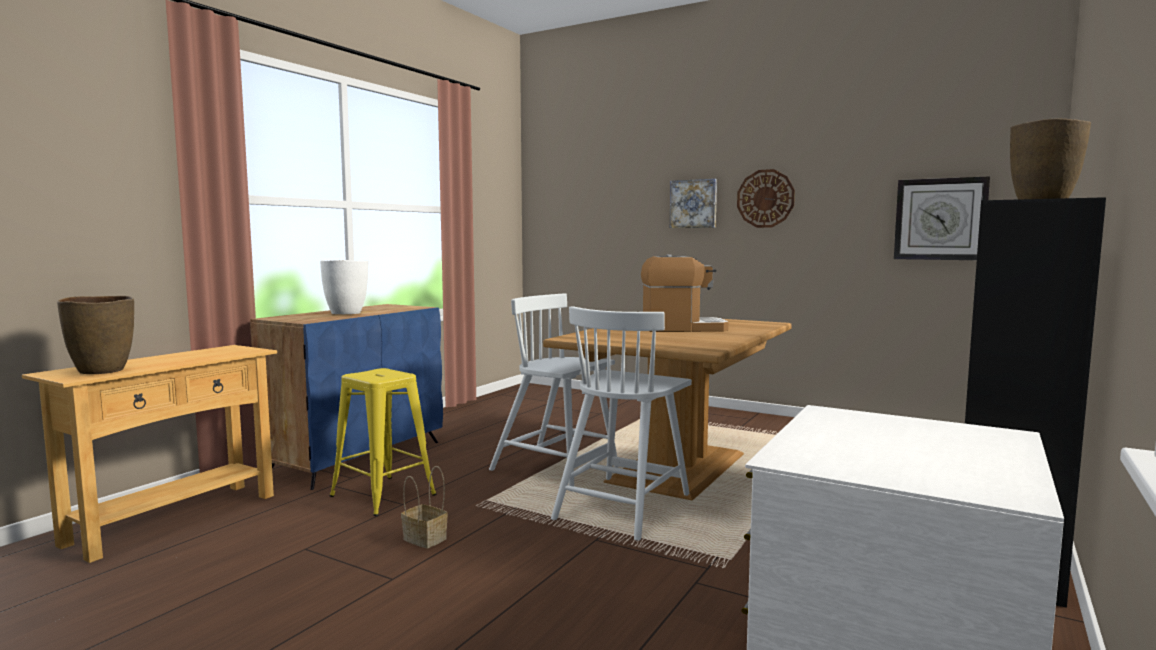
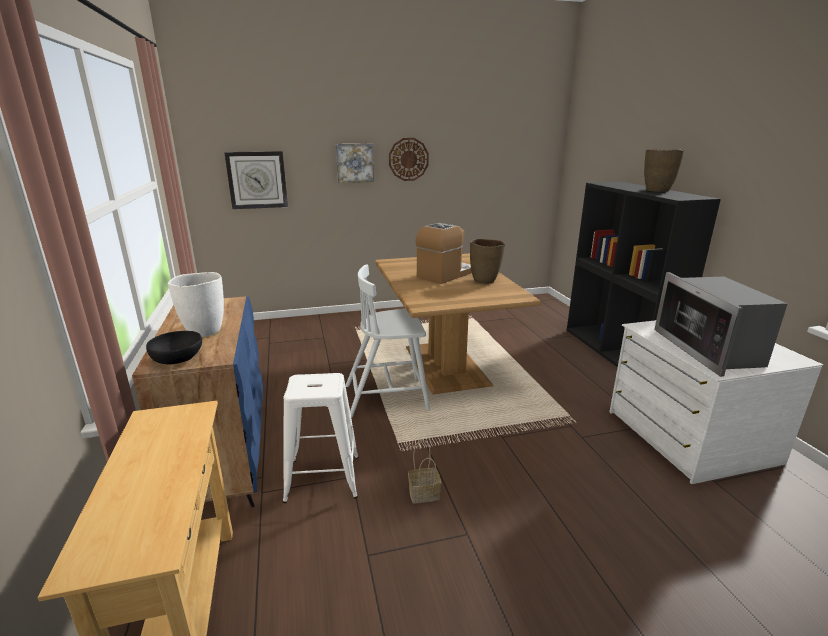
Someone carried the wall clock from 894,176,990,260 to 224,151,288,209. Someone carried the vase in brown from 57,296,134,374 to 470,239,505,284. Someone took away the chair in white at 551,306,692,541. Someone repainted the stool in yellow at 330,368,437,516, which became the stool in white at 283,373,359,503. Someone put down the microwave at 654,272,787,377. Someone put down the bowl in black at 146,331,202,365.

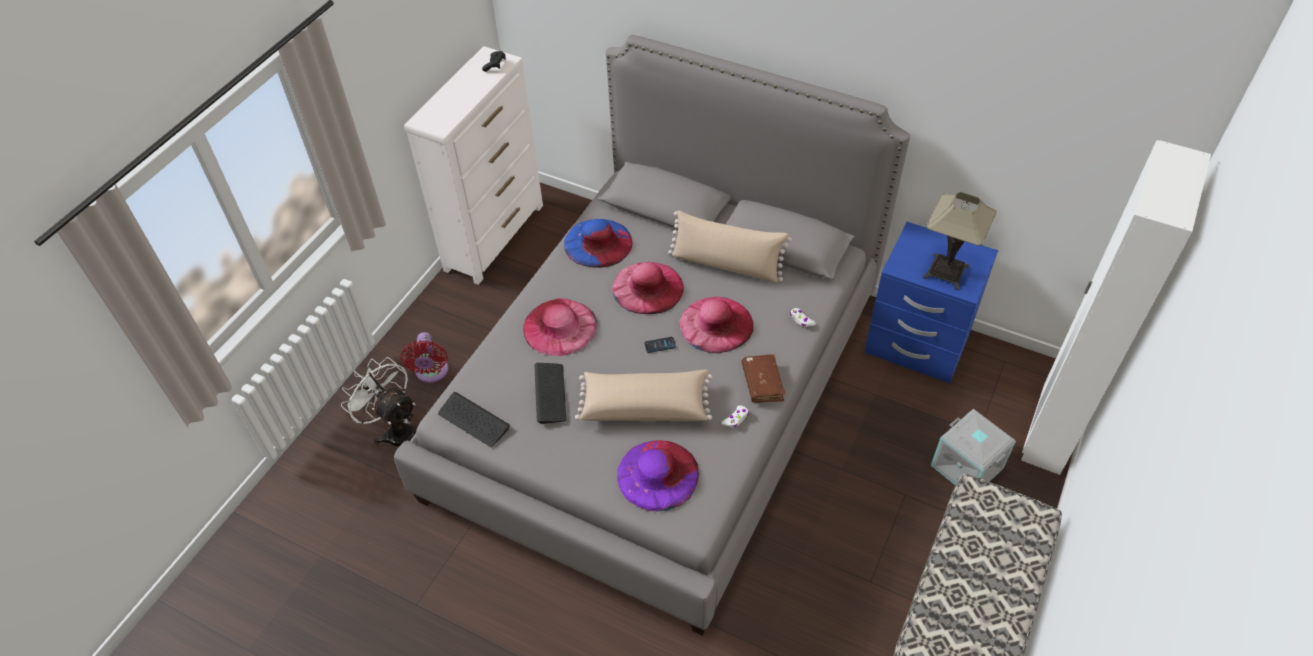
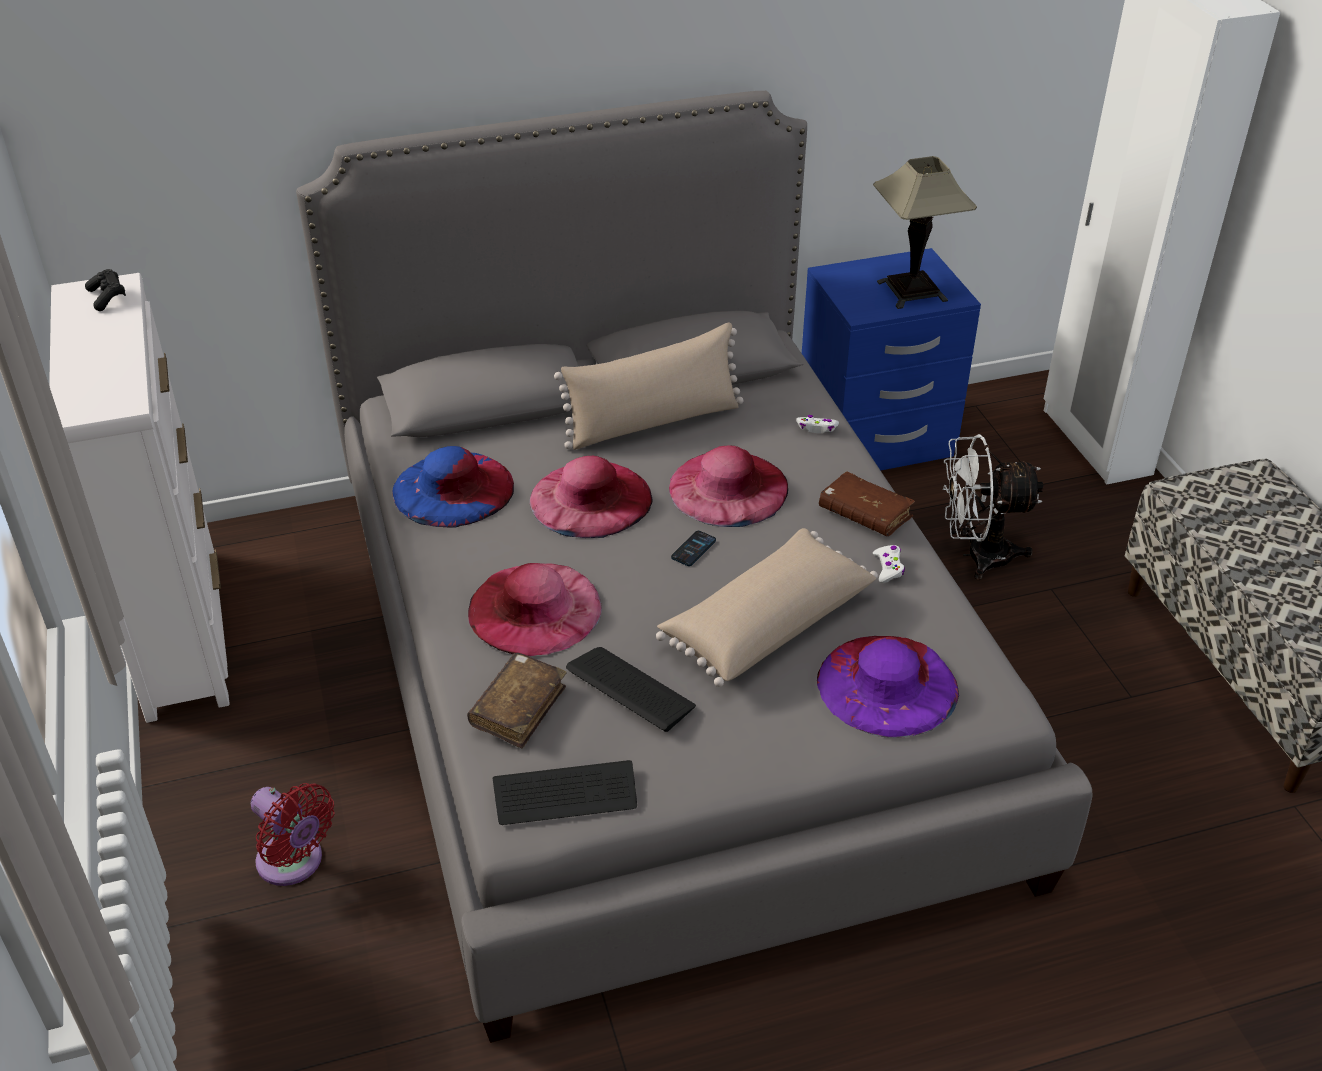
Someone carried the fan in white from 341,357,415,447 to 942,434,1044,580. Someone took away the storage box in grey at 931,409,1016,486. Someone put down the book in brown at 467,653,567,749.

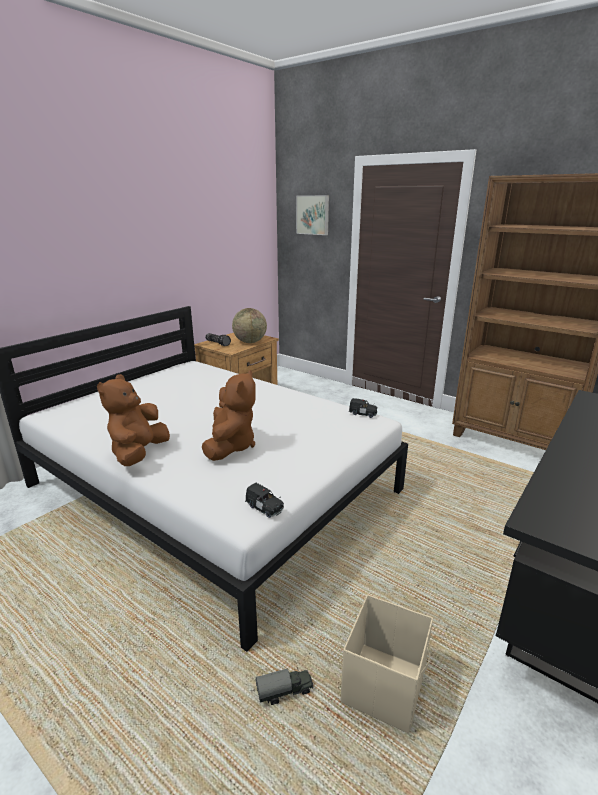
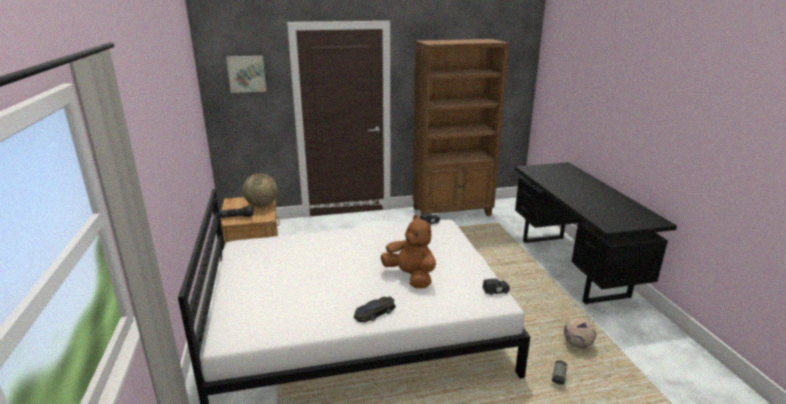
Someone swapped the plush toy in brown at 97,374,170,466 for the toy car in black at 354,297,396,322. Someone swapped the storage box in beige at 341,594,433,734 for the football at 564,317,596,348.

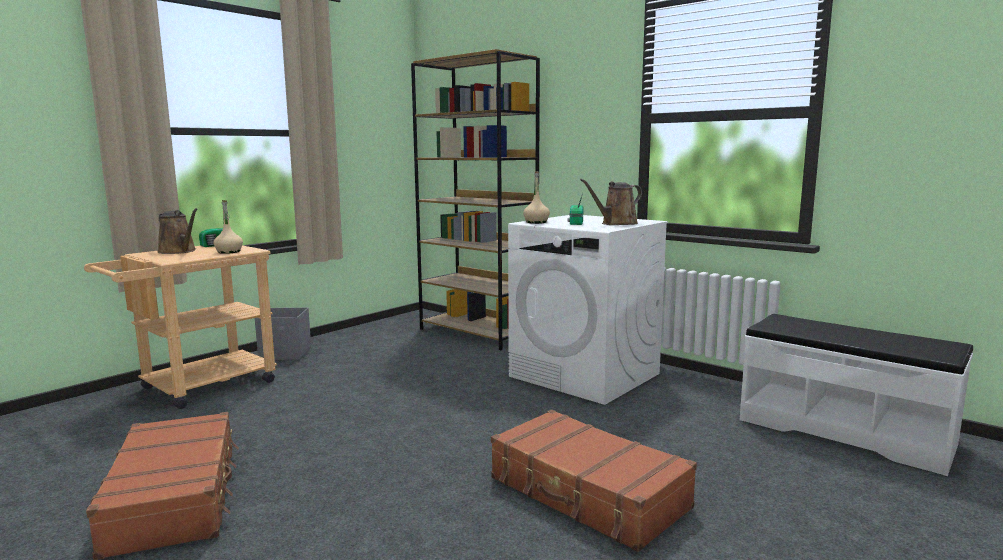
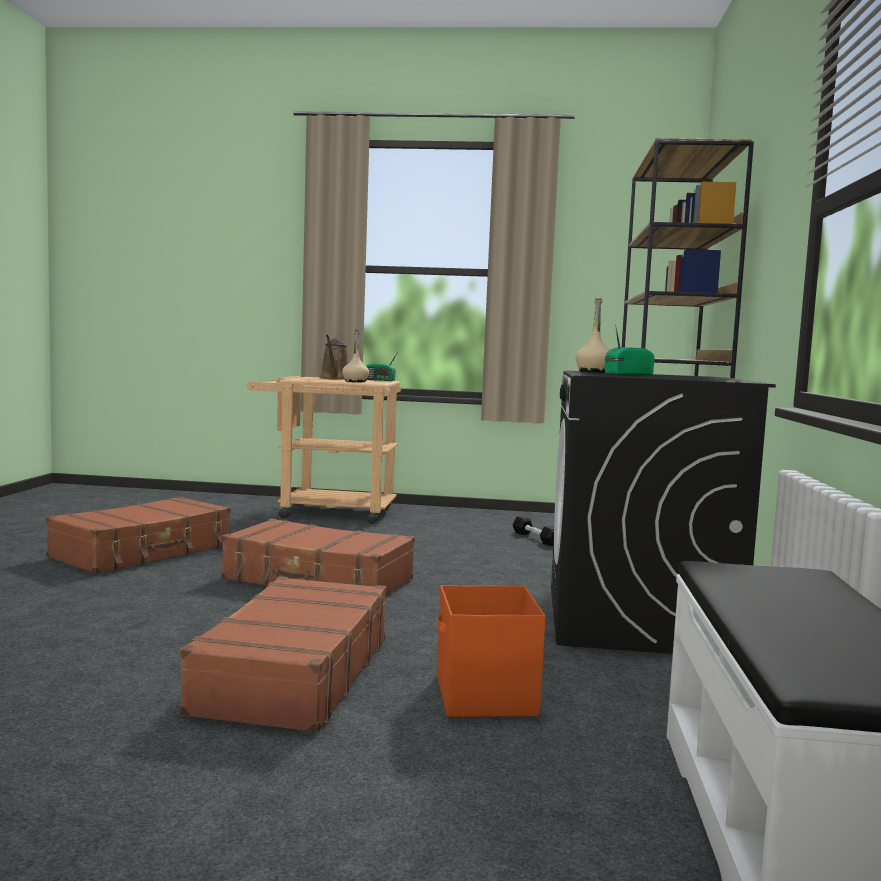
Someone took away the watering can in brown at 580,179,642,225. Someone repainted the washing machine in white at 508,215,668,405, which became the washing machine in black at 551,371,776,654. Someone took away the storage box in grey at 255,307,311,360. Someone put down the dumbbell in black at 512,516,554,546. Someone put down the suitcase in brown at 222,519,415,596. Someone put down the storage box in orange at 437,585,546,717.

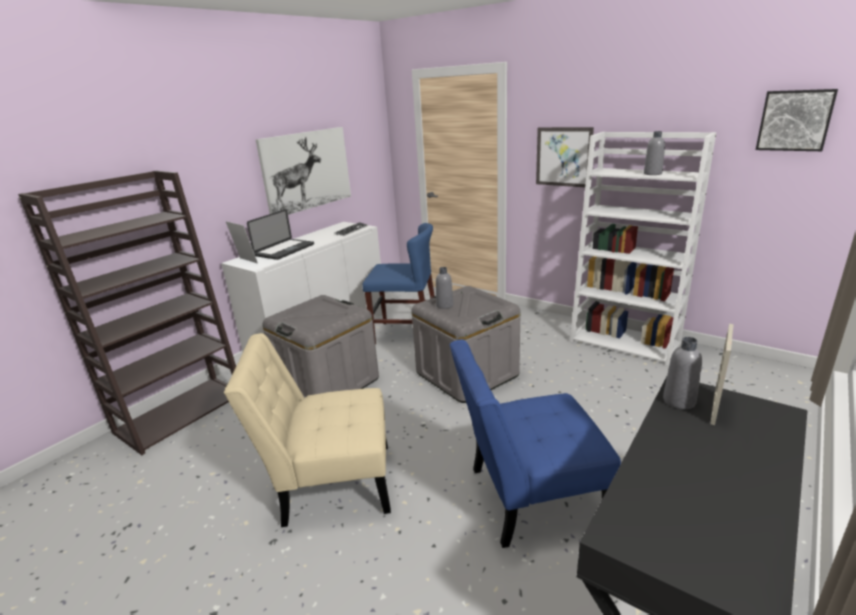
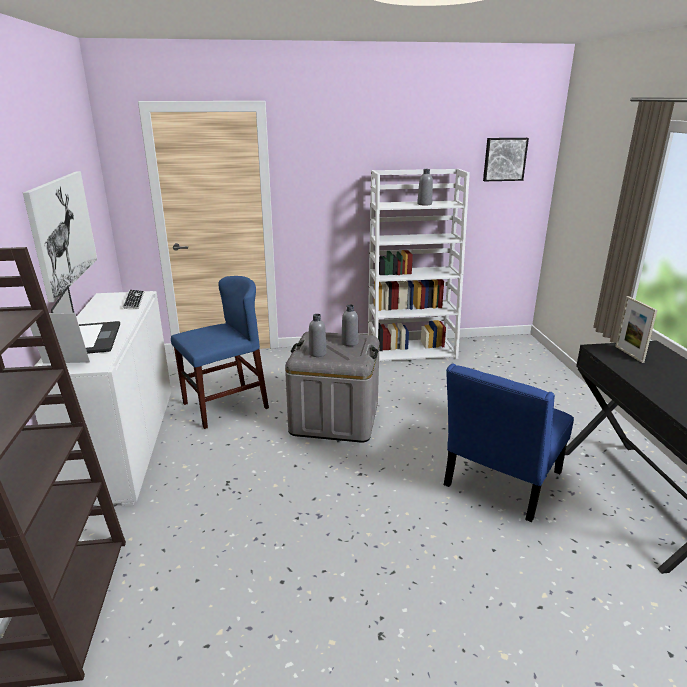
Someone took away the picture at 536,127,594,187. Someone took away the storage box in grey at 262,295,379,398. Someone took away the chair in beige at 224,333,391,527. Someone carried the bottle in grey from 663,337,702,409 to 341,304,359,346.

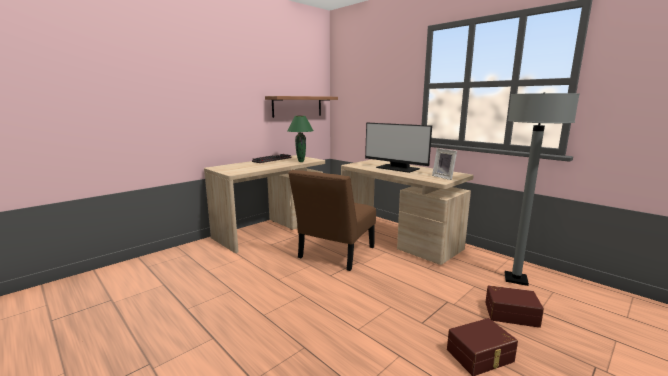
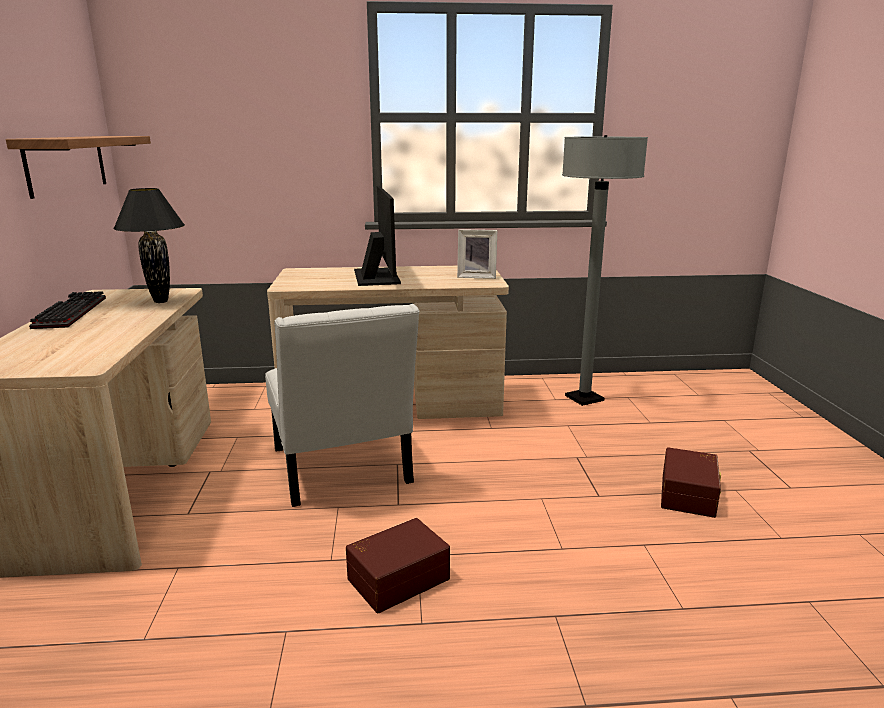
Someone repainted the table lamp in green at 288,116,314,162, which became the table lamp in black at 113,188,185,303. Someone rotated the monitor at 365,123,432,173 by 90 degrees counterclockwise. Someone repainted the chair in brown at 289,170,376,271, which became the chair in white at 265,304,420,507. Someone carried the storage box in brown from 485,285,544,328 to 346,518,450,613.

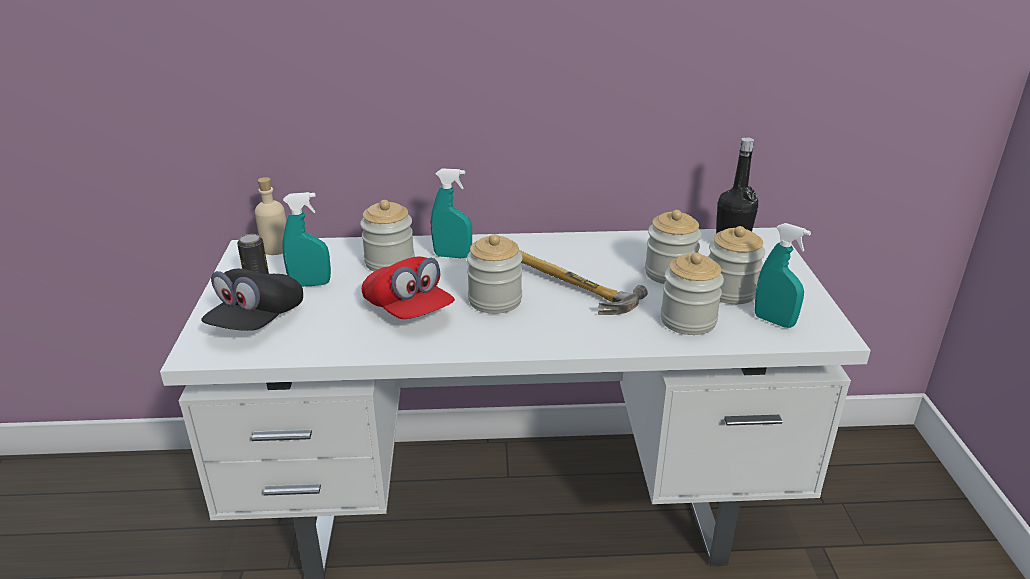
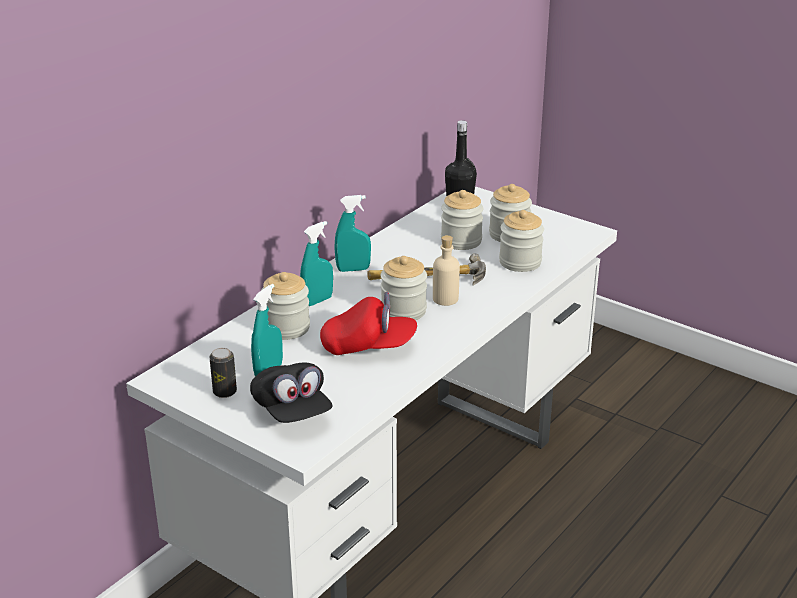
Someone carried the bottle in beige from 255,177,286,255 to 433,235,460,306. Someone carried the spray bottle in turquoise from 754,223,811,328 to 334,195,371,272.

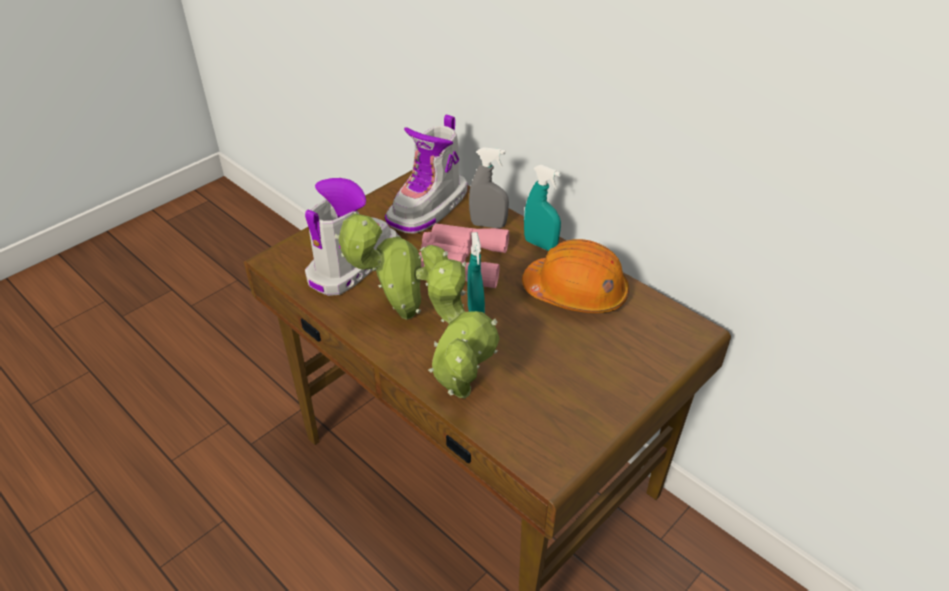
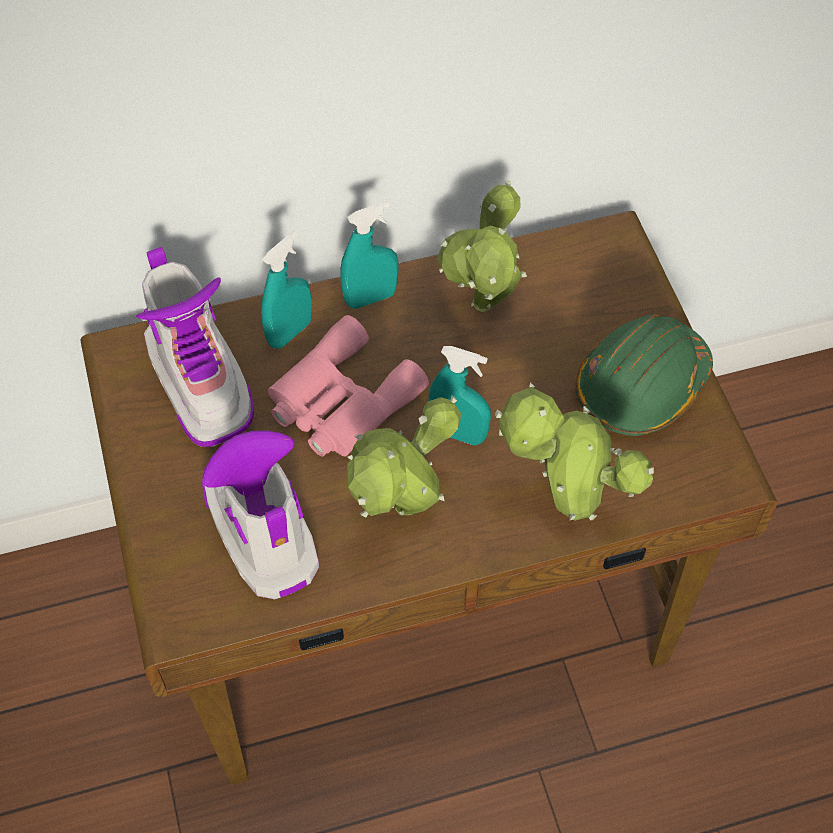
Someone repainted the spray bottle in grey at 469,147,509,228, which became the spray bottle in turquoise at 261,231,312,349. Someone swapped the hard hat in orange at 522,239,629,313 for the potted plant at 437,180,527,312. Someone put down the hard hat in green at 575,314,713,436.

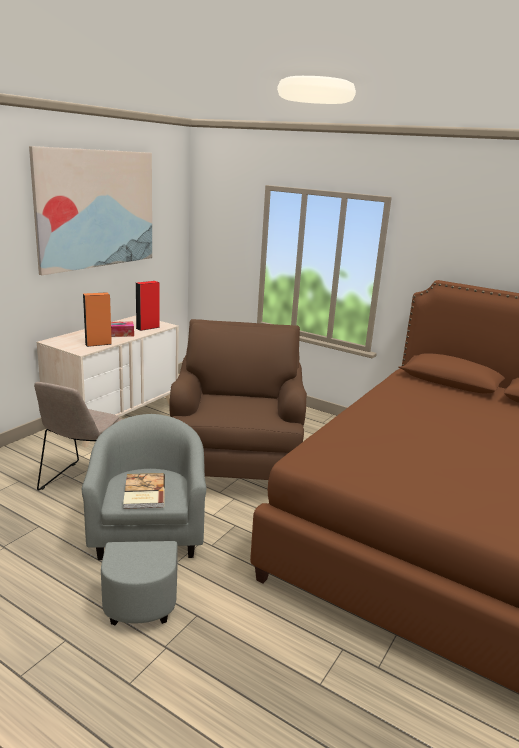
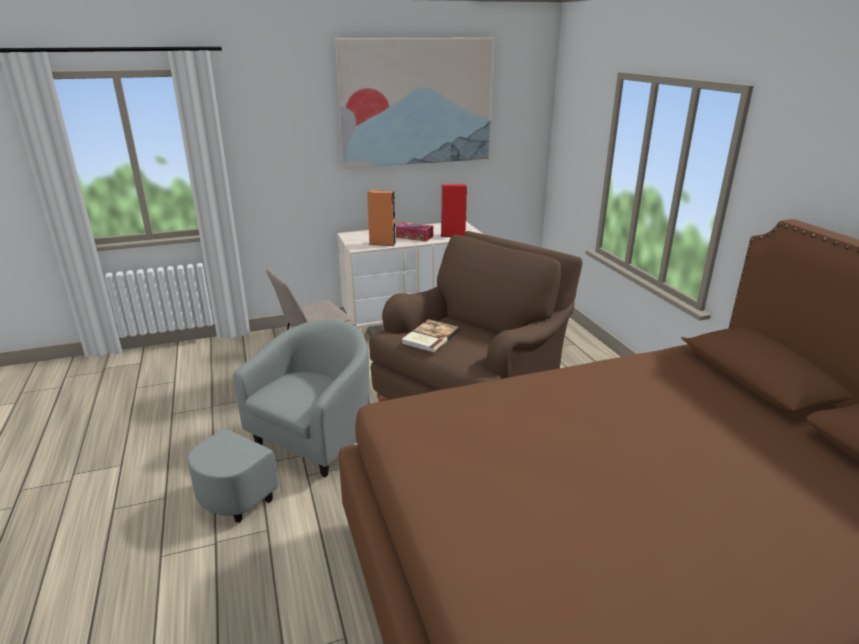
Someone carried the book from 123,473,165,509 to 402,319,460,353.

